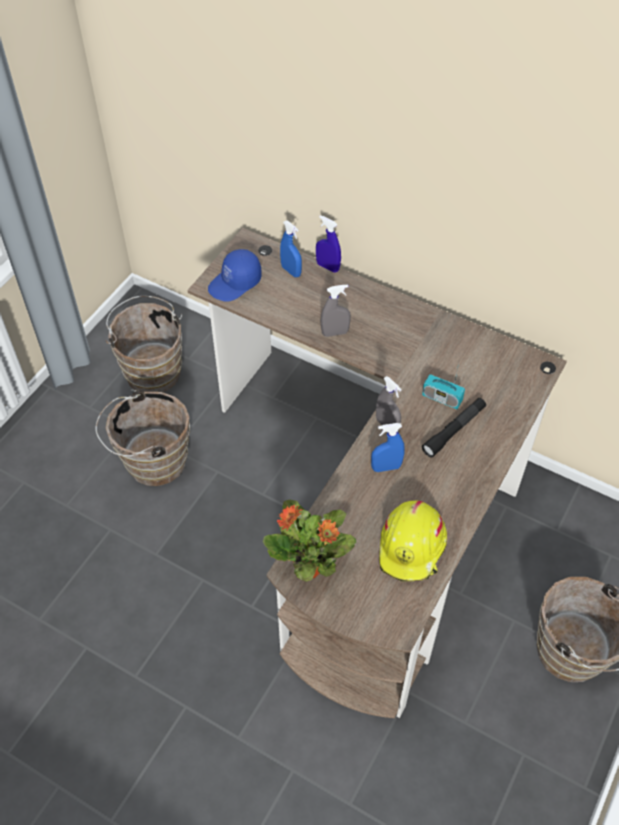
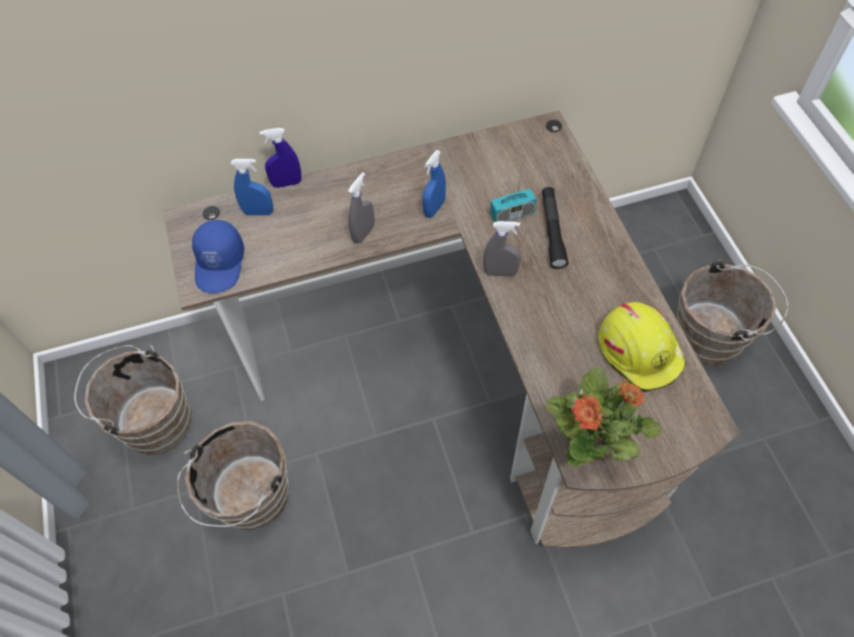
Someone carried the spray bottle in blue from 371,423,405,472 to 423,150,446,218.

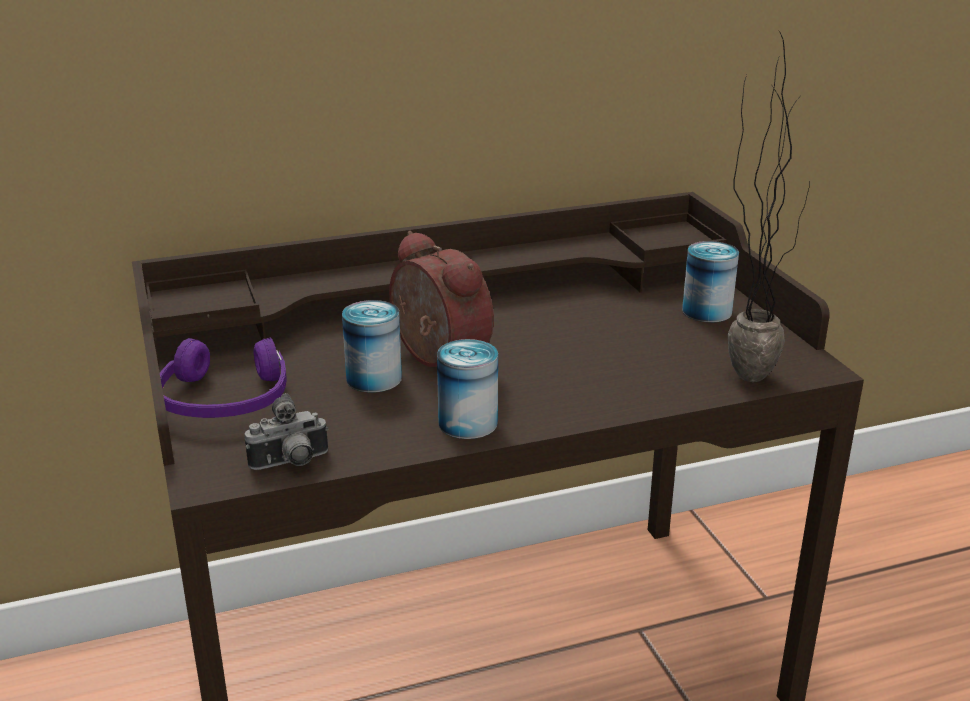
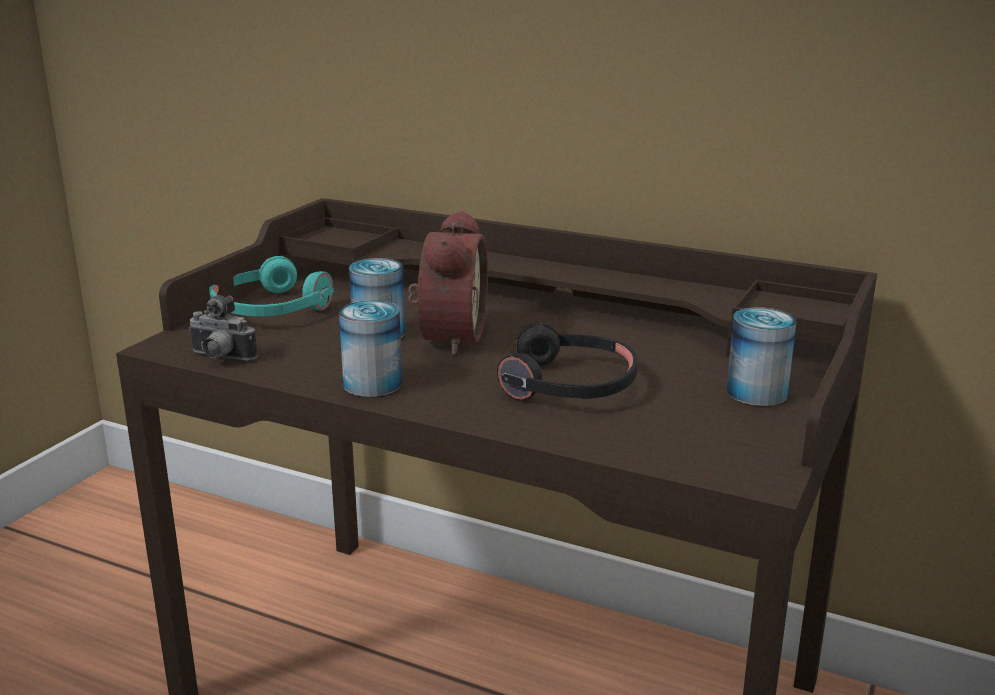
Someone took away the potted plant at 728,31,810,382. Someone repainted the headphones in purple at 160,337,287,418, which became the headphones in turquoise at 209,256,334,317. Someone put down the headphones in black at 497,322,638,401.

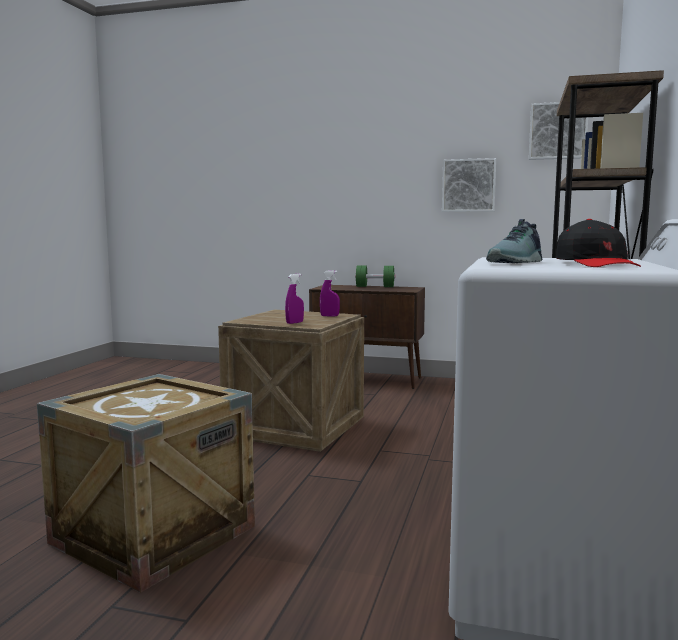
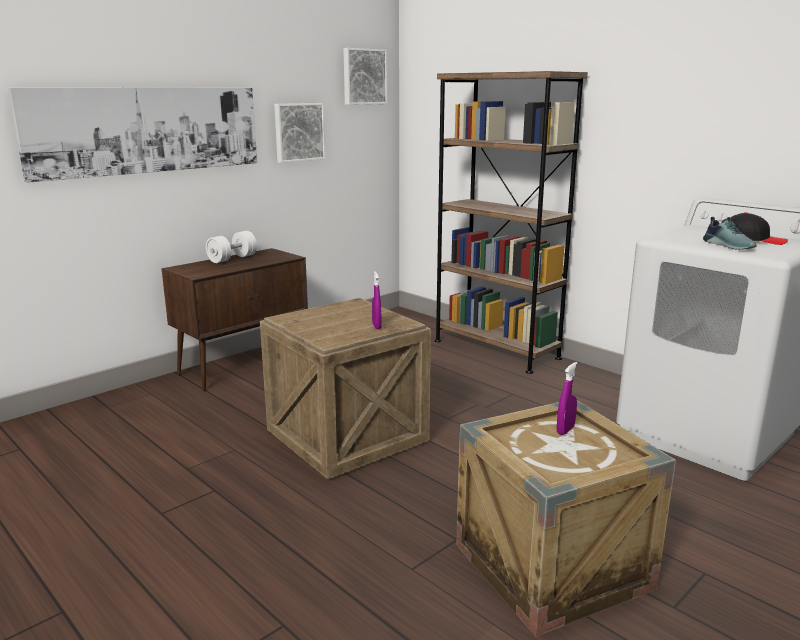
Someone repainted the dumbbell in green at 355,265,395,287, which became the dumbbell in white at 206,231,257,263. Someone carried the spray bottle in purple from 320,271,340,317 to 557,362,578,435. Someone put up the picture at 8,87,257,183.

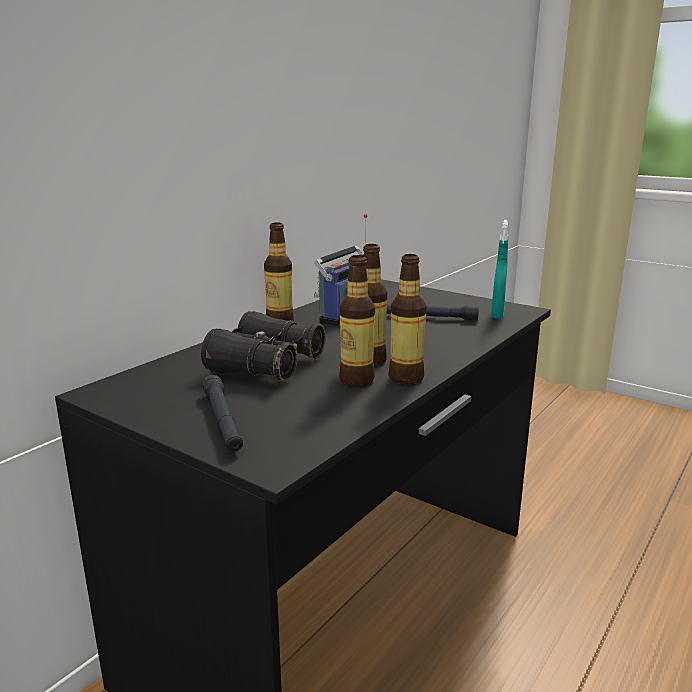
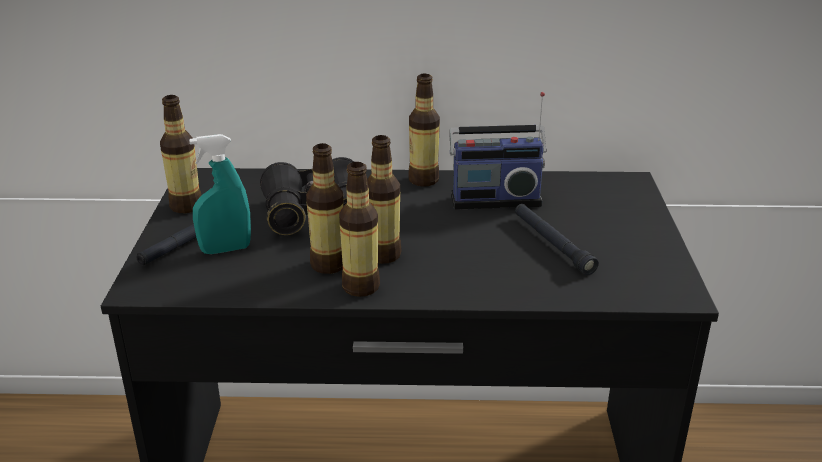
Someone carried the spray bottle in turquoise from 491,220,508,319 to 189,134,251,254. Someone put down the bottle at 160,95,201,213.

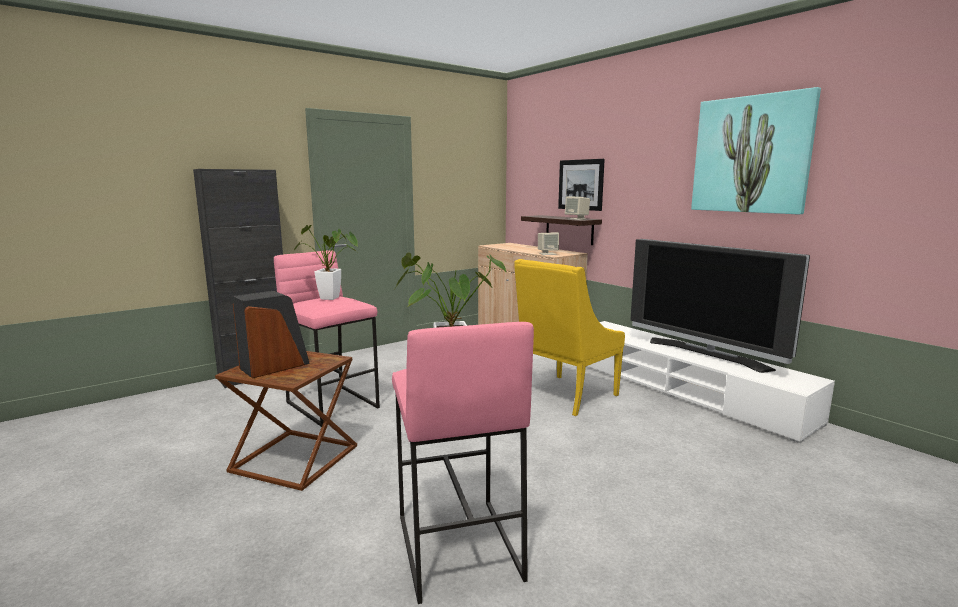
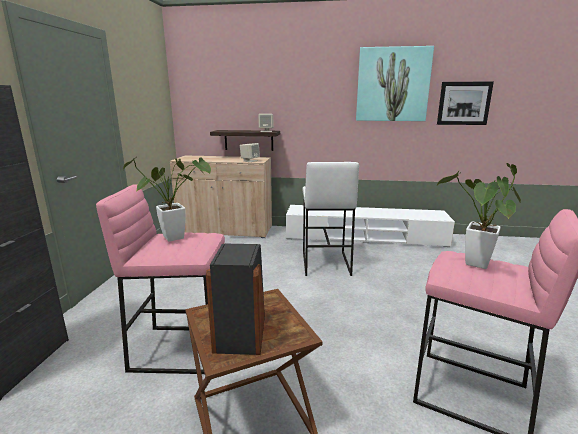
Someone carried the picture from 558,159,605,211 to 437,81,494,125. Someone took away the television at 630,239,810,373. Someone swapped the armchair in yellow at 514,259,625,416 for the stool in white at 302,162,359,276.

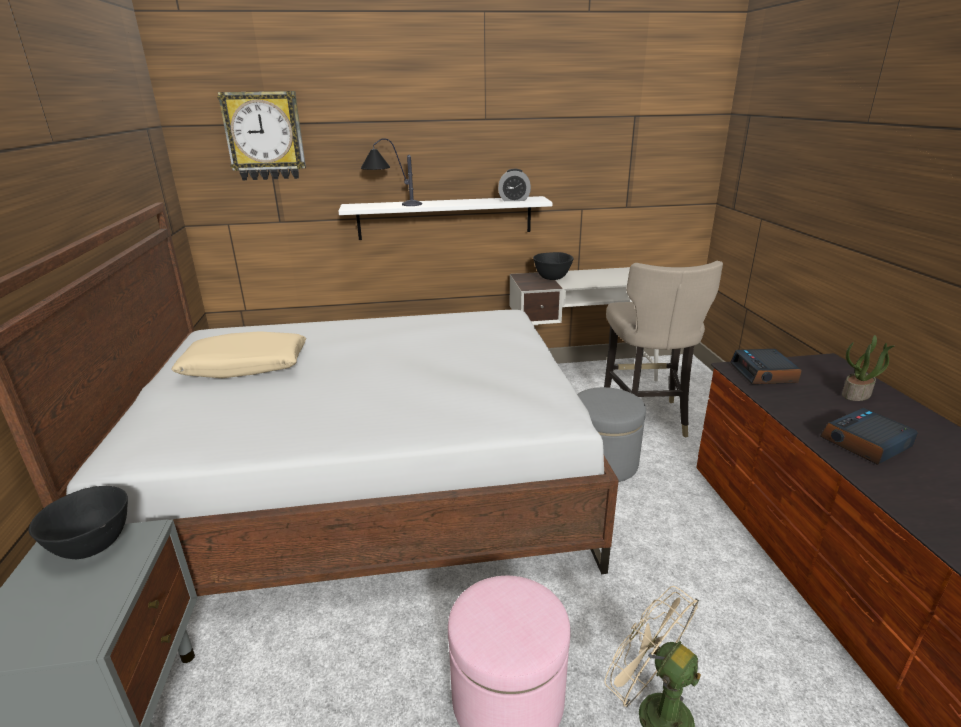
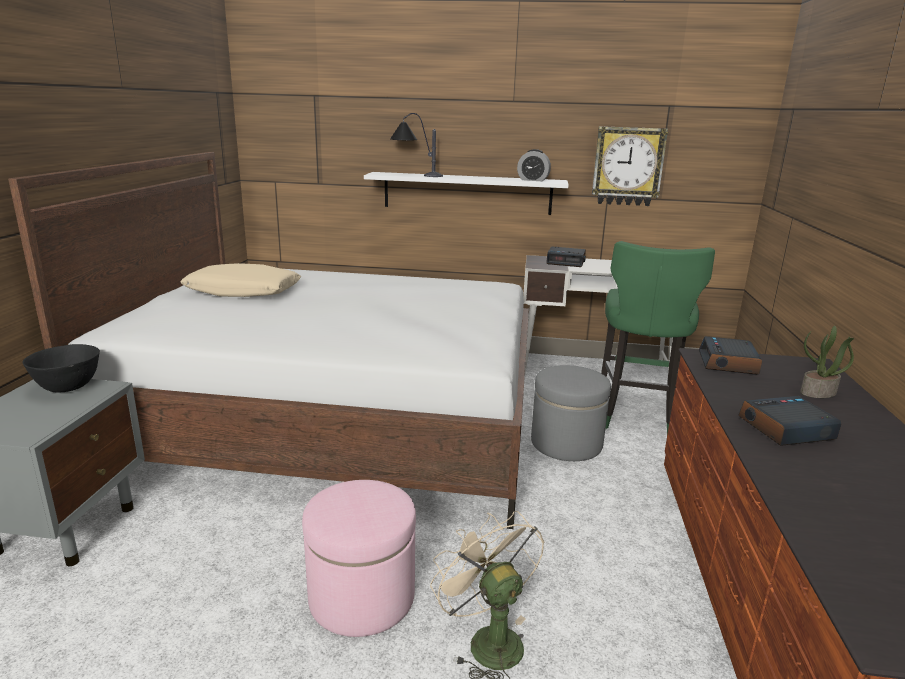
Someone carried the wall clock from 217,91,306,180 to 592,126,668,206. Someone swapped the bowl in black at 533,252,574,280 for the alarm clock at 546,246,586,267. Someone repainted the stool in beige at 604,261,723,438, which became the stool in green at 601,241,715,434.

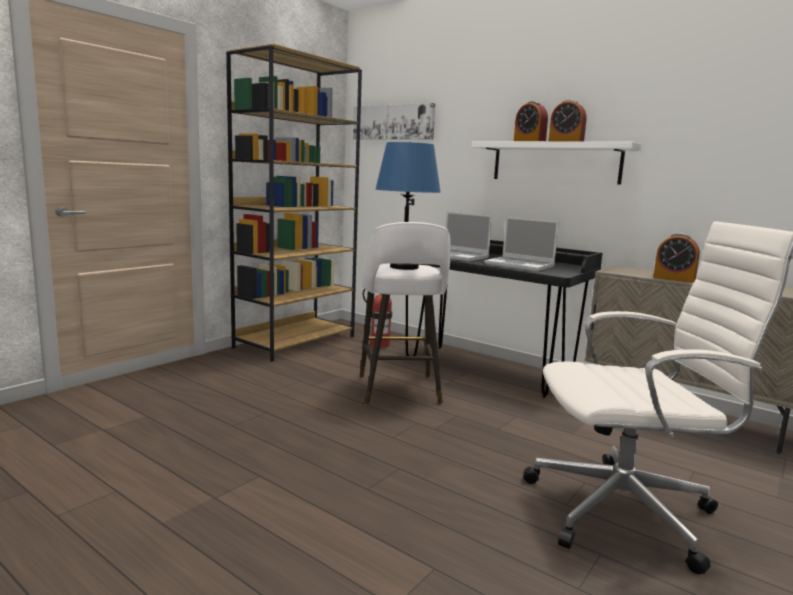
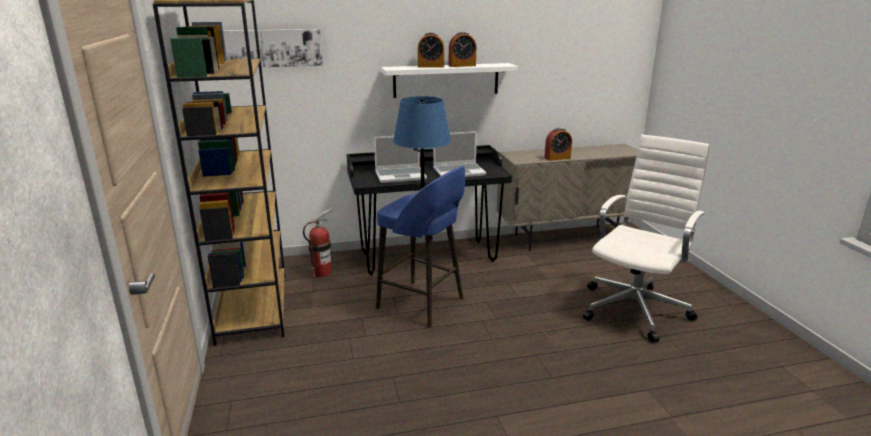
Someone repainted the stool in white at 360,222,451,405, which became the stool in blue at 376,166,465,328.

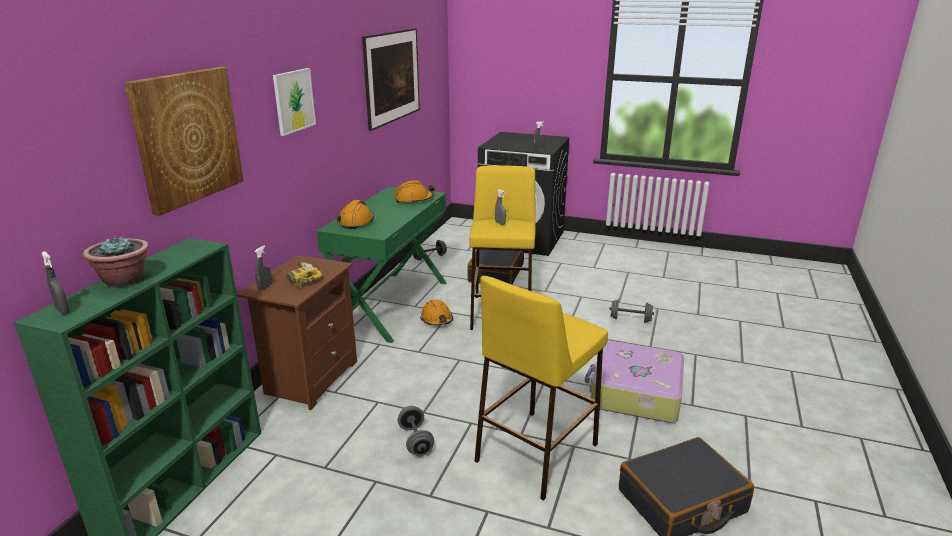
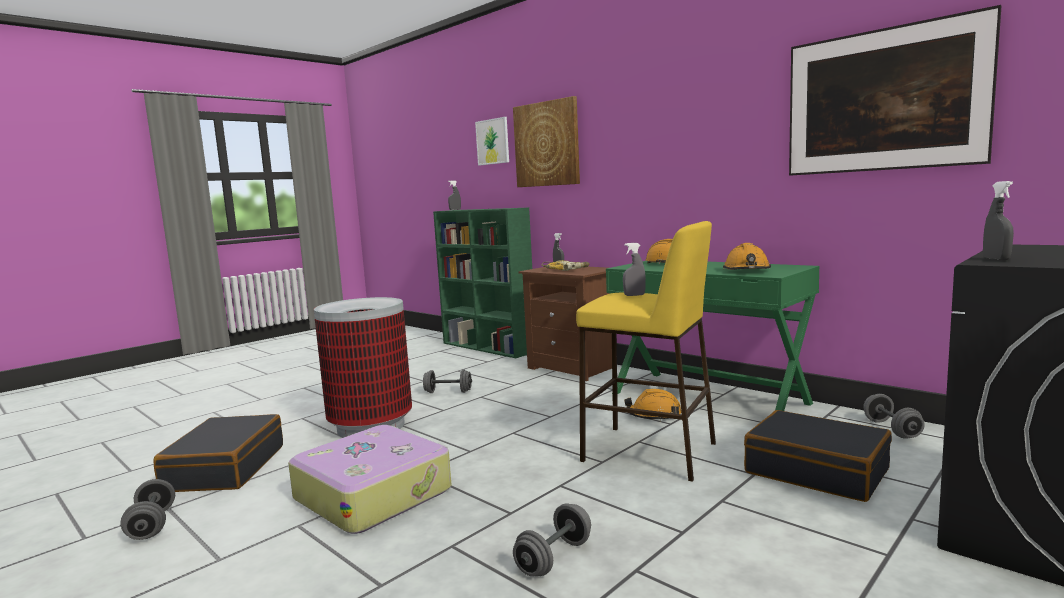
Someone carried the picture from 273,68,316,136 to 475,117,509,165. Someone took away the potted plant at 83,235,149,288. Someone swapped the stool in yellow at 474,276,608,501 for the trash can at 314,297,412,438. Someone put down the dumbbell in grey at 120,479,175,540.

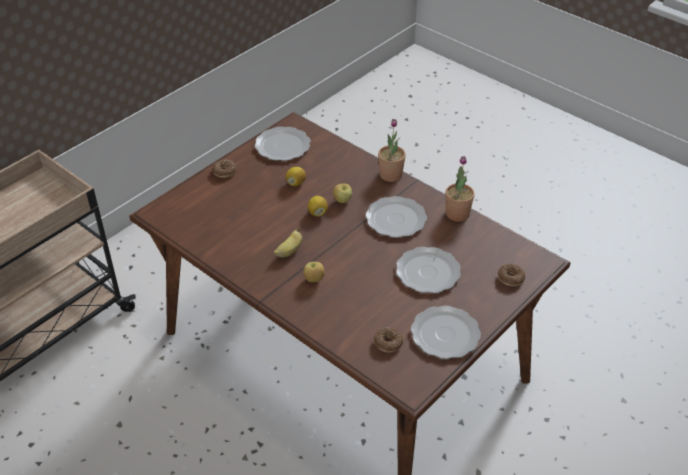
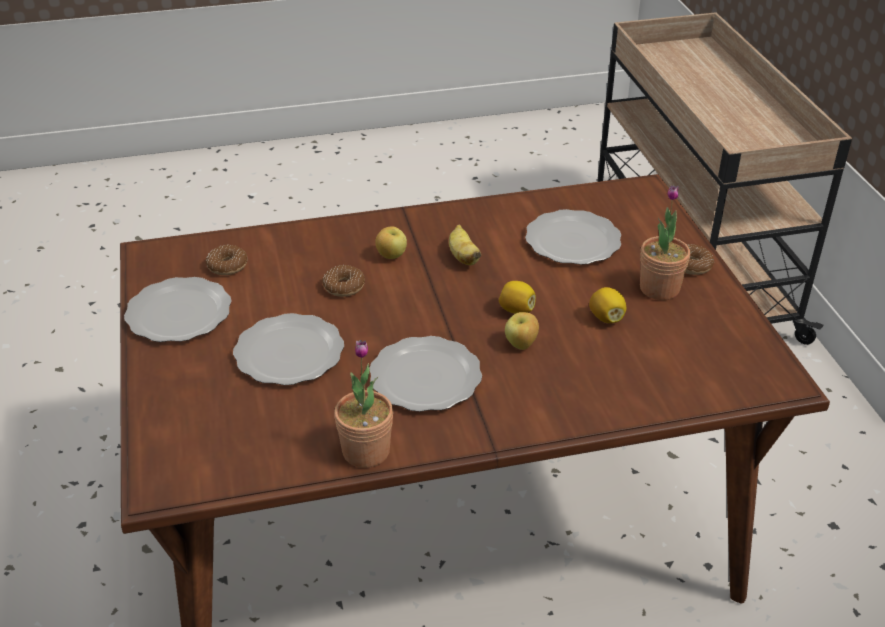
Someone carried the potted plant from 378,119,406,182 to 640,185,690,300. Someone carried the plate from 255,126,311,161 to 525,209,621,265. Someone carried the donut from 498,264,525,286 to 322,265,365,297.

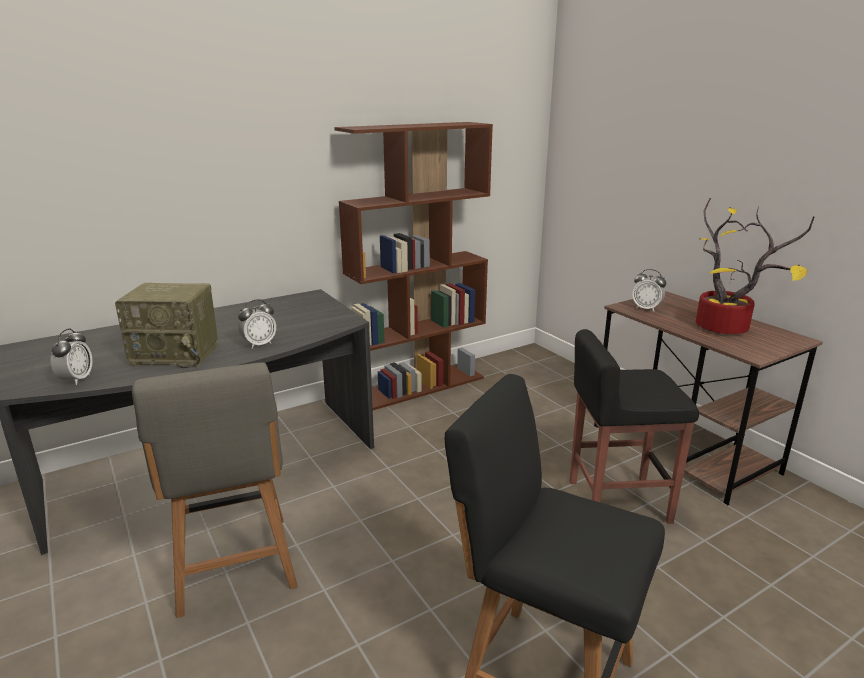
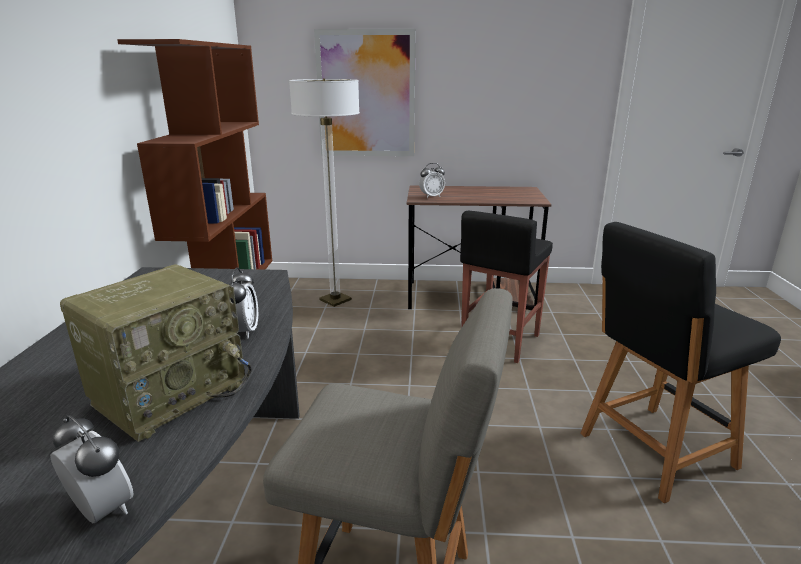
Someone took away the potted plant at 696,198,815,334. Someone put up the picture at 314,29,415,156. Someone put down the floor lamp at 289,79,360,307.

